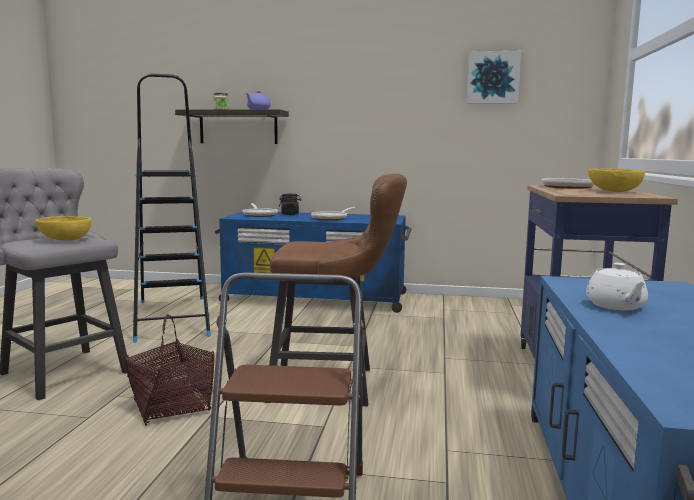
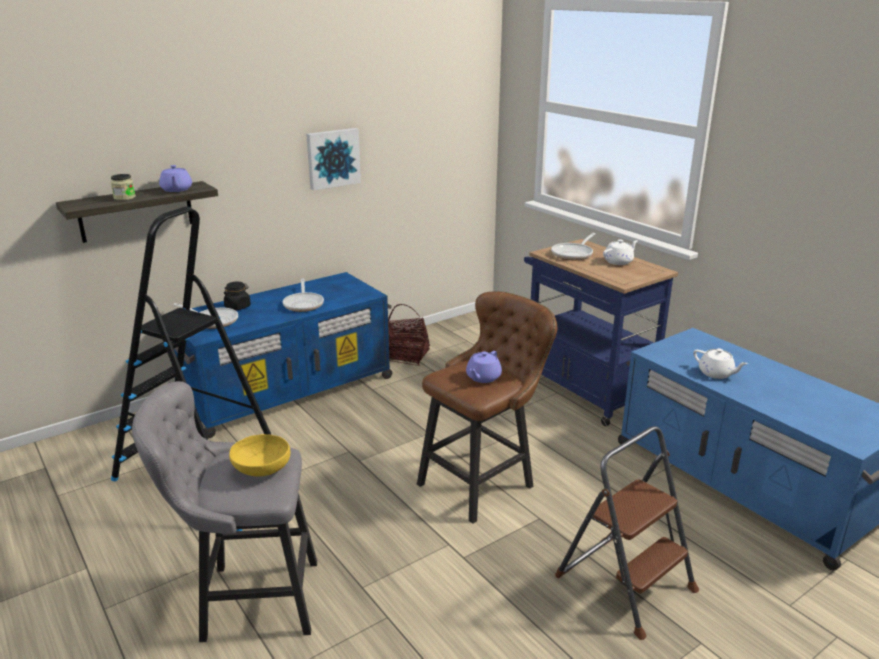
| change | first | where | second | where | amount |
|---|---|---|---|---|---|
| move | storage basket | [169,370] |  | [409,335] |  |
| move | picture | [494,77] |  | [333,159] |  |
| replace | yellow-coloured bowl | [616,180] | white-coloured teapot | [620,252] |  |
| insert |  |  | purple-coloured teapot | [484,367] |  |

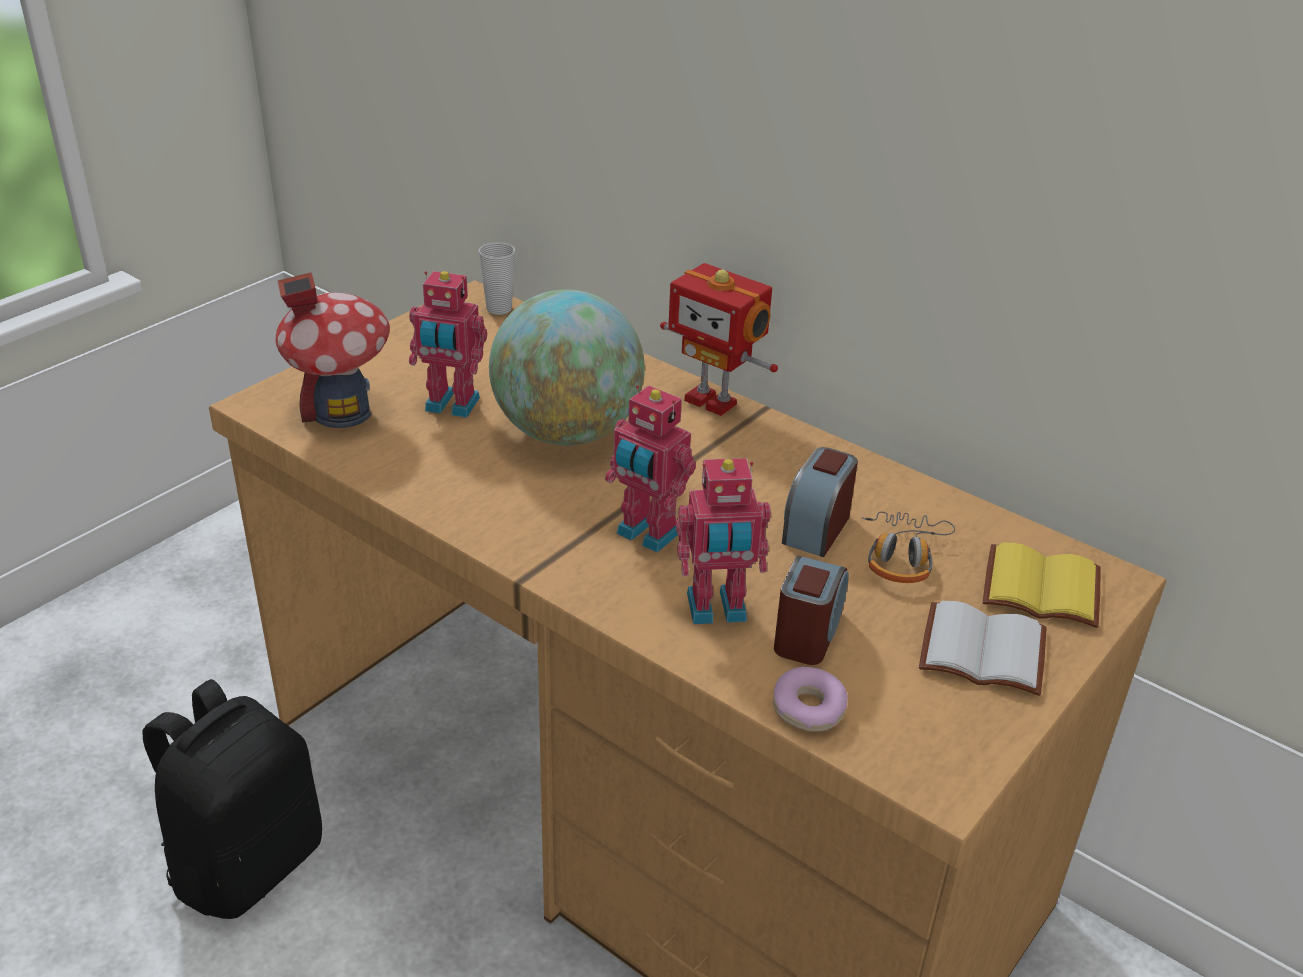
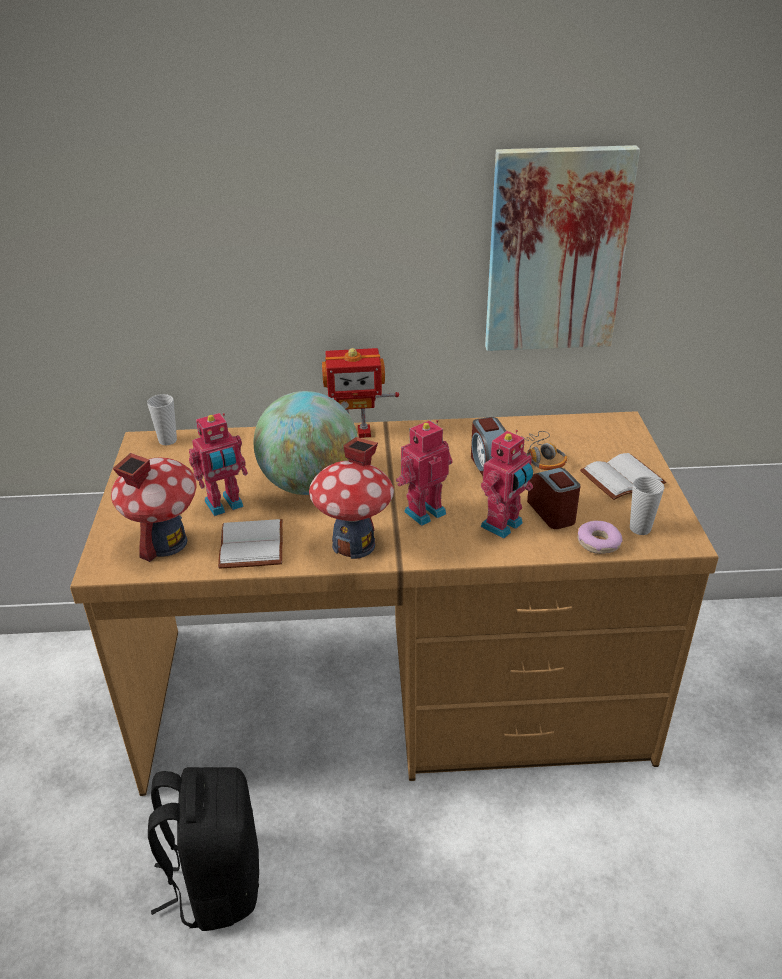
| change | first | where | second | where | amount |
|---|---|---|---|---|---|
| rotate | toy robot | [650,469] |  | [424,473] | 150 degrees clockwise |
| delete | yellow-coloured volume | [1042,585] |  |  |  |
| insert |  |  | white-coloured volume | [250,544] |  |
| insert |  |  | miniature house | [351,498] |  |
| insert |  |  | picture | [562,248] |  |
| insert |  |  | cup | [647,506] |  |

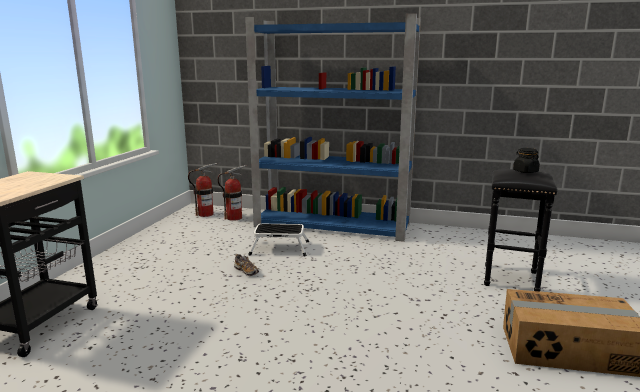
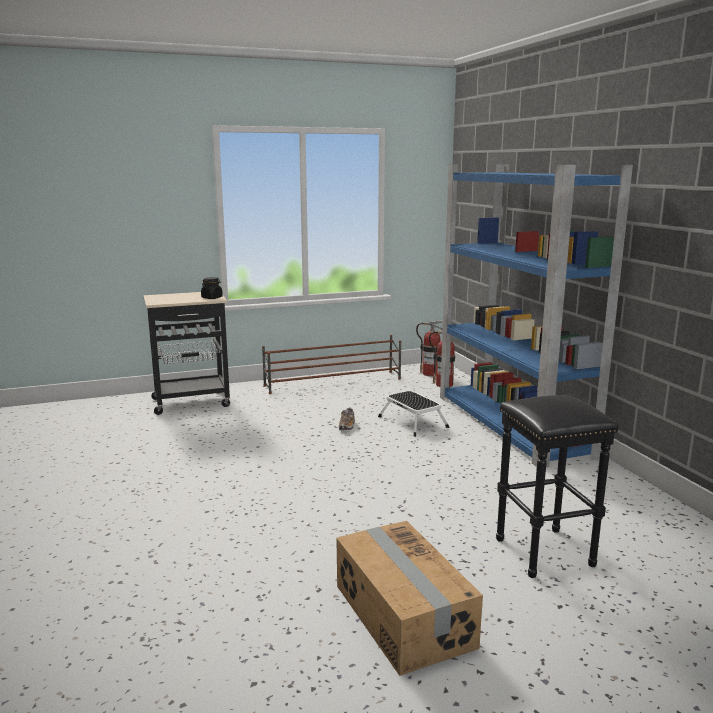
| change | first | where | second | where | amount |
|---|---|---|---|---|---|
| move | black-coloured preserve jar | [526,160] |  | [212,288] |  |
| insert |  |  | brown shoe shelf | [331,364] |  |

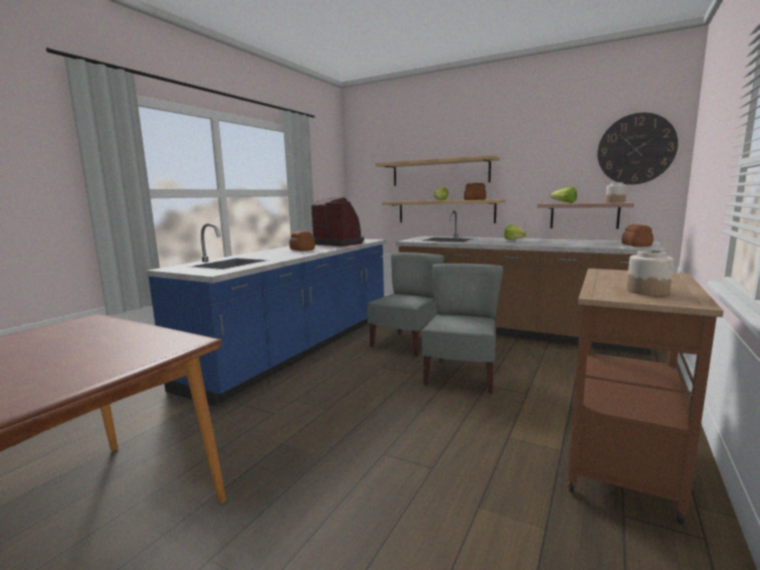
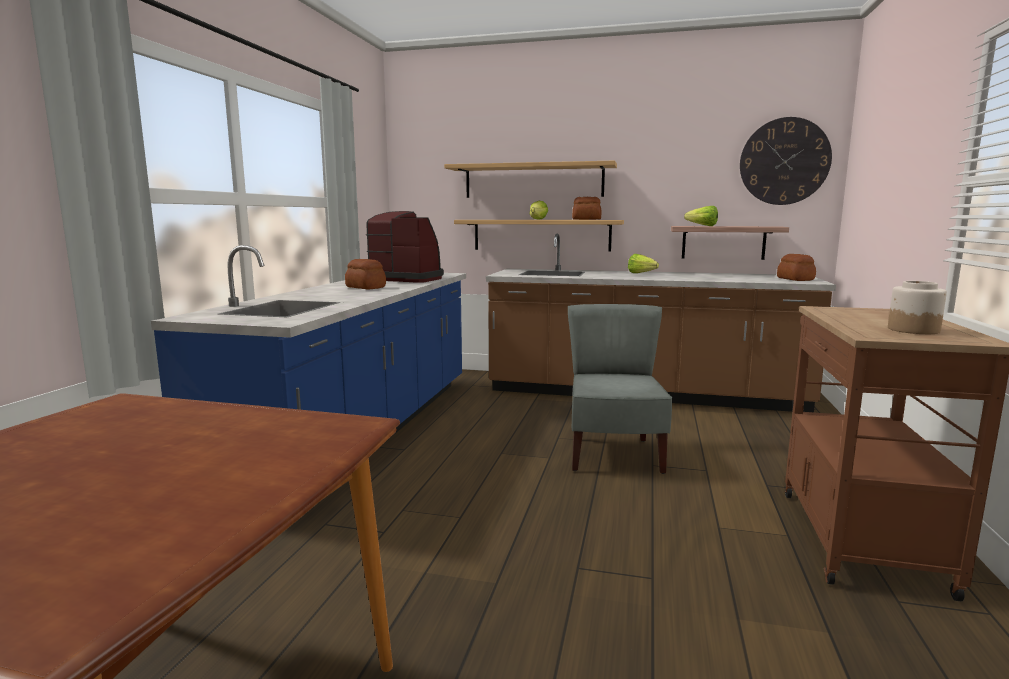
| change | first | where | second | where | amount |
|---|---|---|---|---|---|
| delete | gray plain chair | [405,304] |  |  |  |
| delete | preserve jar | [616,193] |  |  |  |

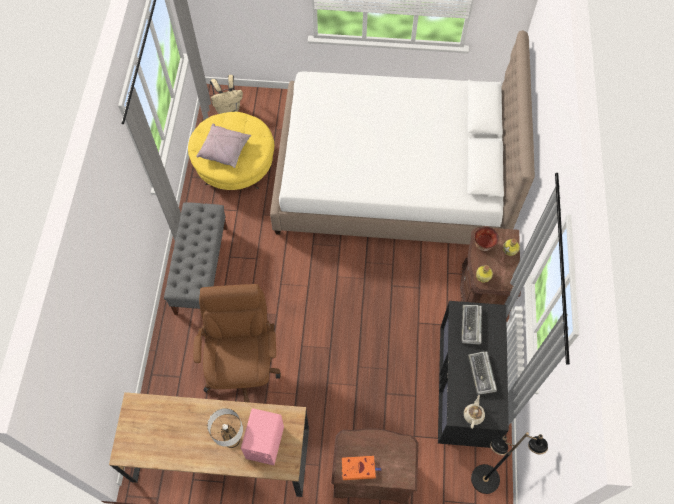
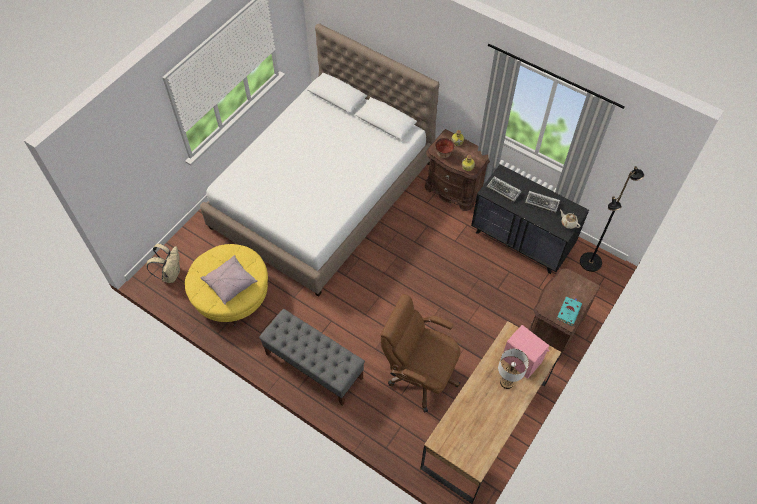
| change | first | where | second | where | amount |
|---|---|---|---|---|---|
| recolor | orangey volume | [362,468] | turquoise-coloured volume | [569,311] |  |

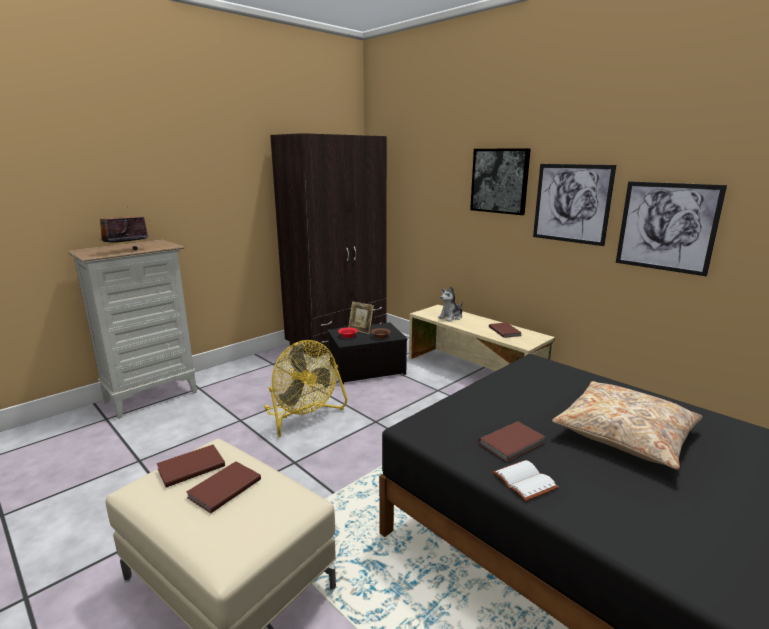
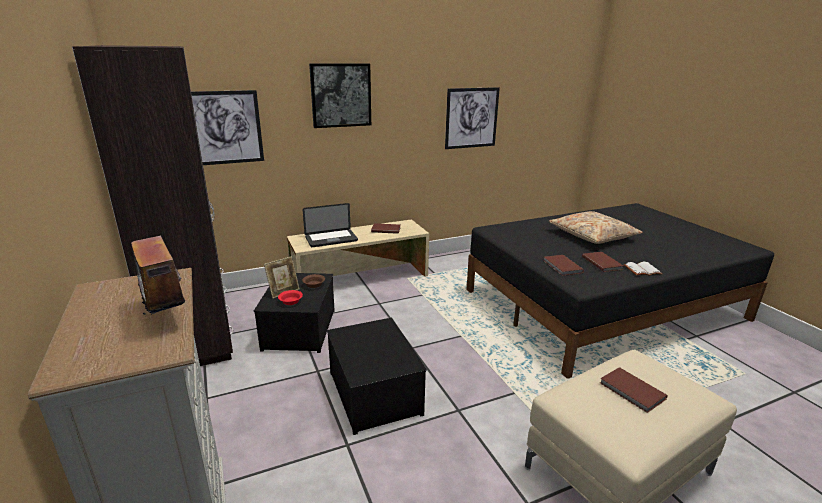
| change | first | where | second | where | amount |
|---|---|---|---|---|---|
| move | brown volume | [191,466] |  | [563,265] |  |
| replace | yellow-coloured electric fan | [305,388] | storage box | [377,376] |  |
| replace | soft toy | [450,304] | notebook computer | [330,225] |  |
| move | picture | [574,205] |  | [227,127] |  |

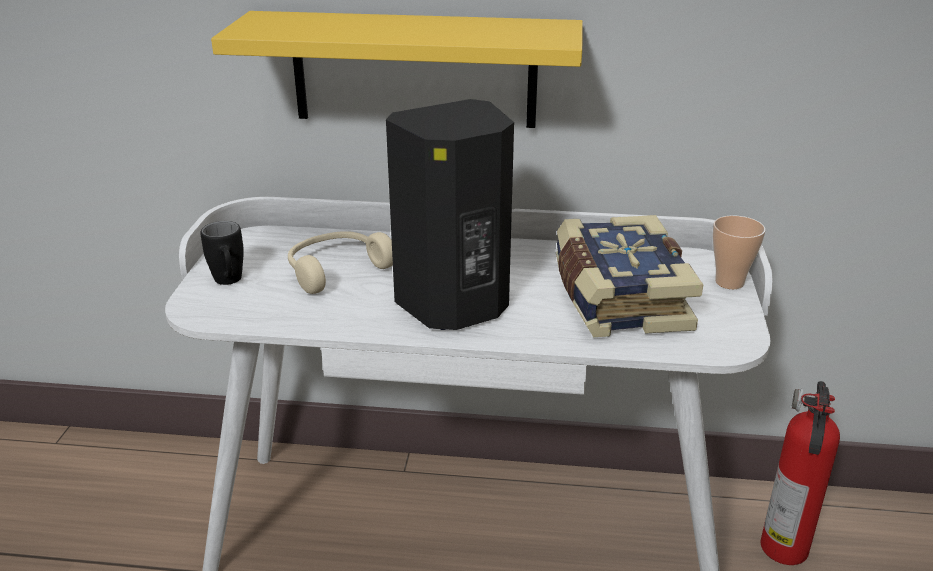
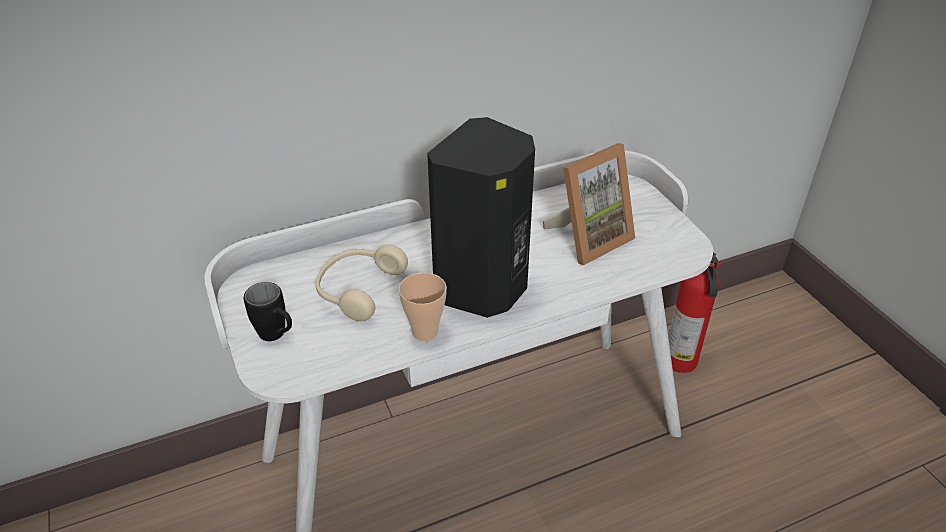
| change | first | where | second | where | amount |
|---|---|---|---|---|---|
| delete | yellow-coloured shelf | [397,69] |  |  |  |
| replace | volume | [629,276] | standing frame | [589,204] |  |
| move | cup | [739,252] |  | [422,307] |  |

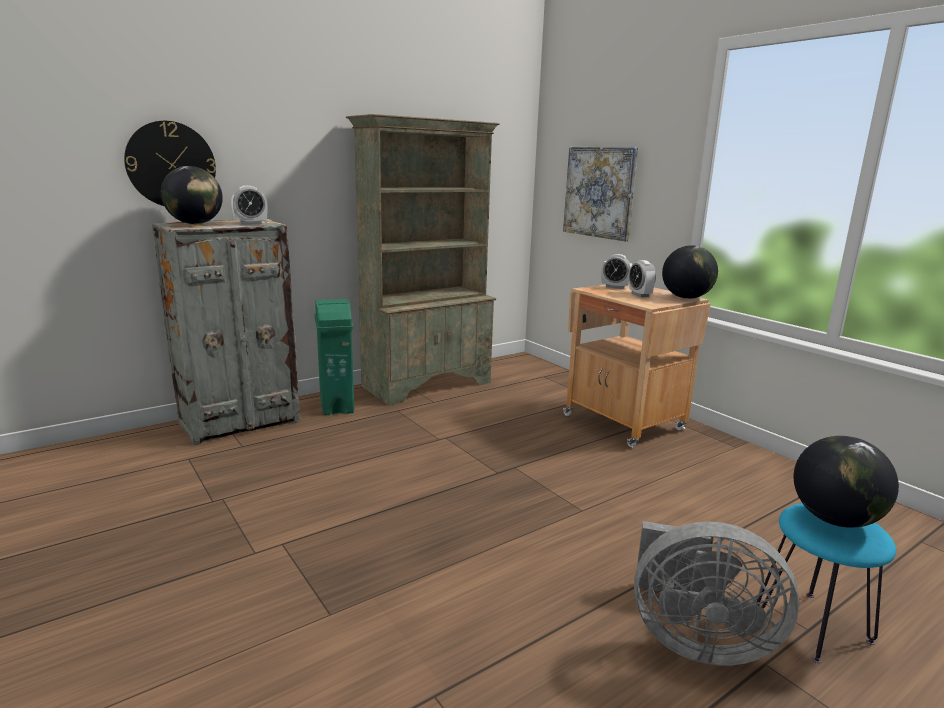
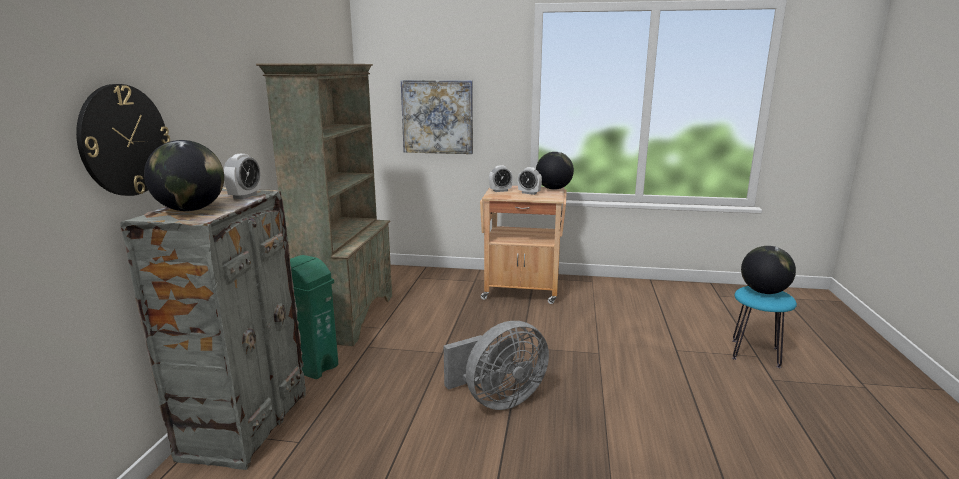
| change | first | where | second | where | amount |
|---|---|---|---|---|---|
| move | gray electric fan | [716,593] |  | [496,365] |  |

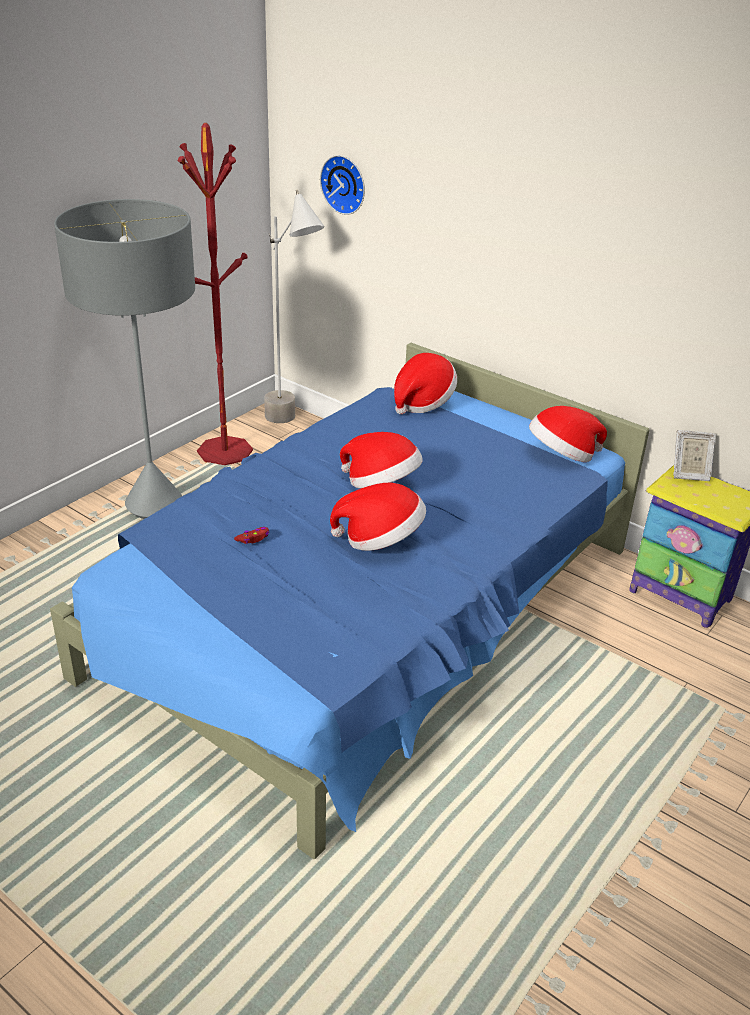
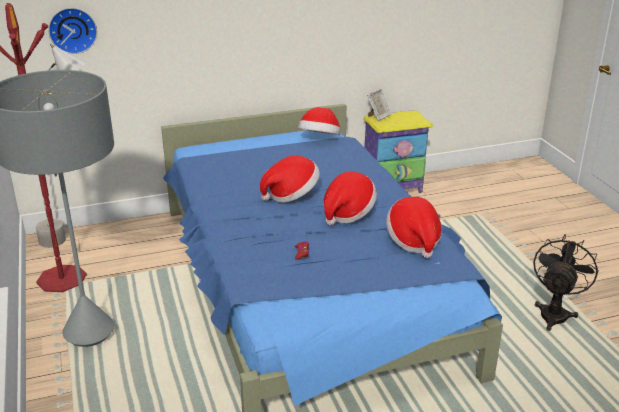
| change | first | where | second | where | amount |
|---|---|---|---|---|---|
| move | hat | [425,384] |  | [414,227] |  |
| insert |  |  | black-coloured electric fan | [566,283] |  |

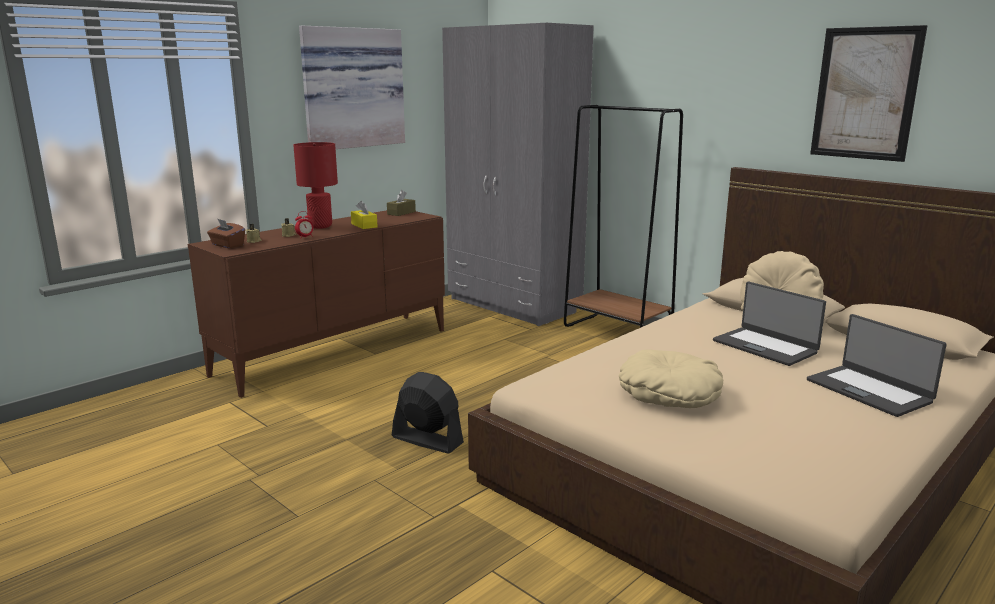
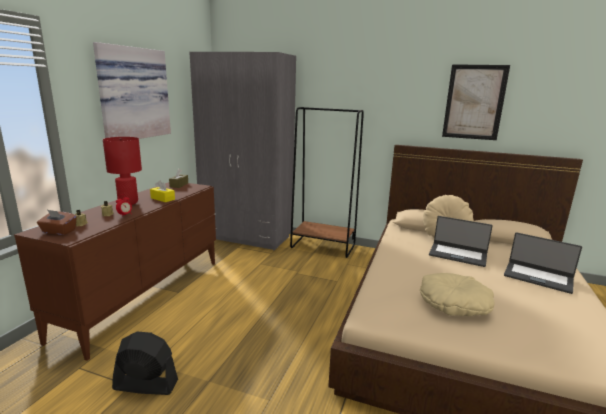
| change | first | where | second | where | amount |
|---|---|---|---|---|---|
| move | black-coloured electric fan | [428,413] |  | [145,363] |  |

